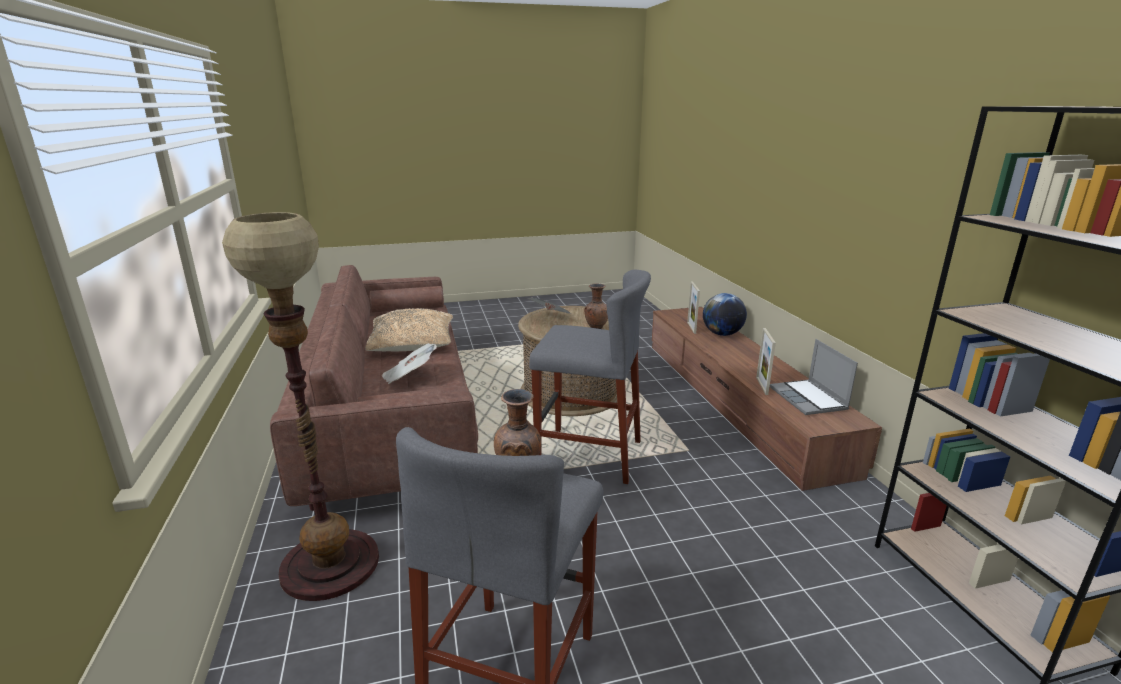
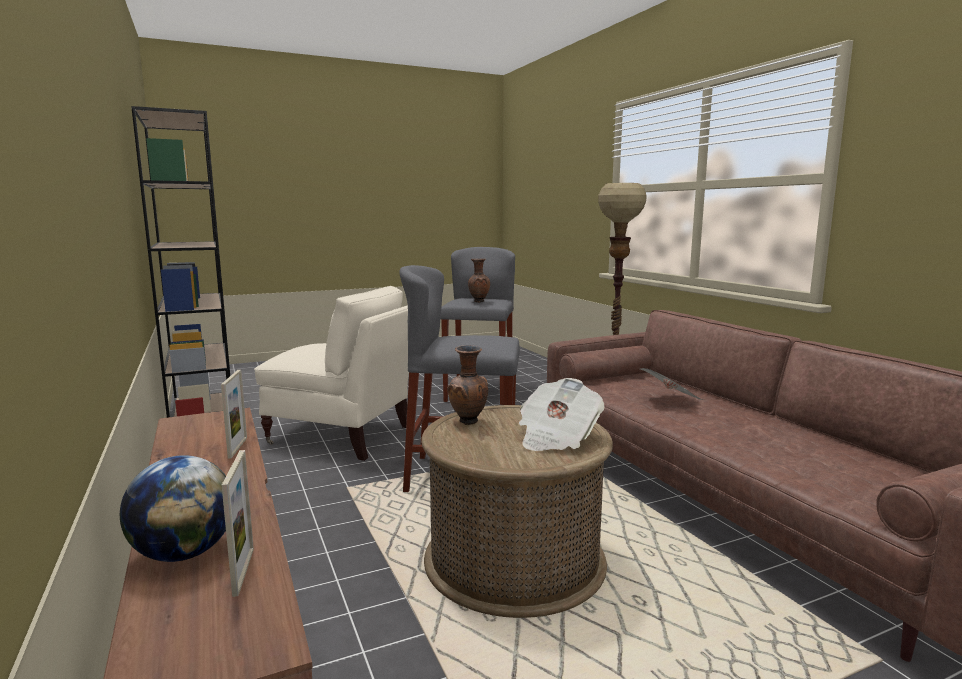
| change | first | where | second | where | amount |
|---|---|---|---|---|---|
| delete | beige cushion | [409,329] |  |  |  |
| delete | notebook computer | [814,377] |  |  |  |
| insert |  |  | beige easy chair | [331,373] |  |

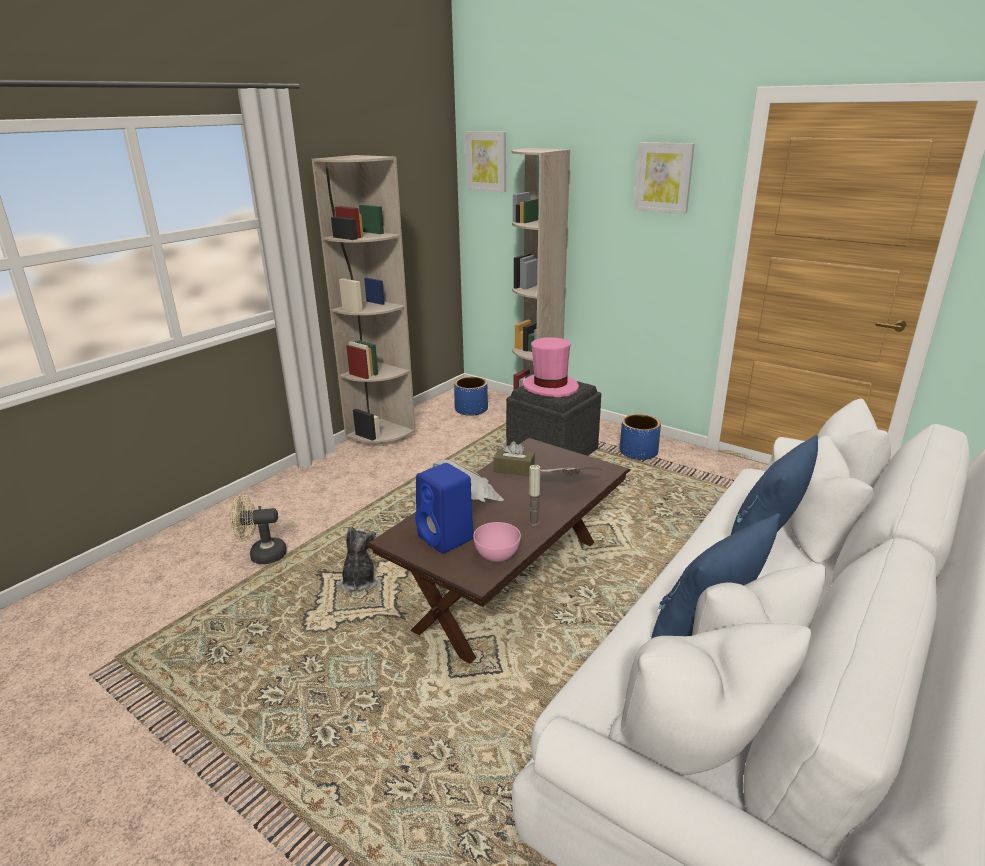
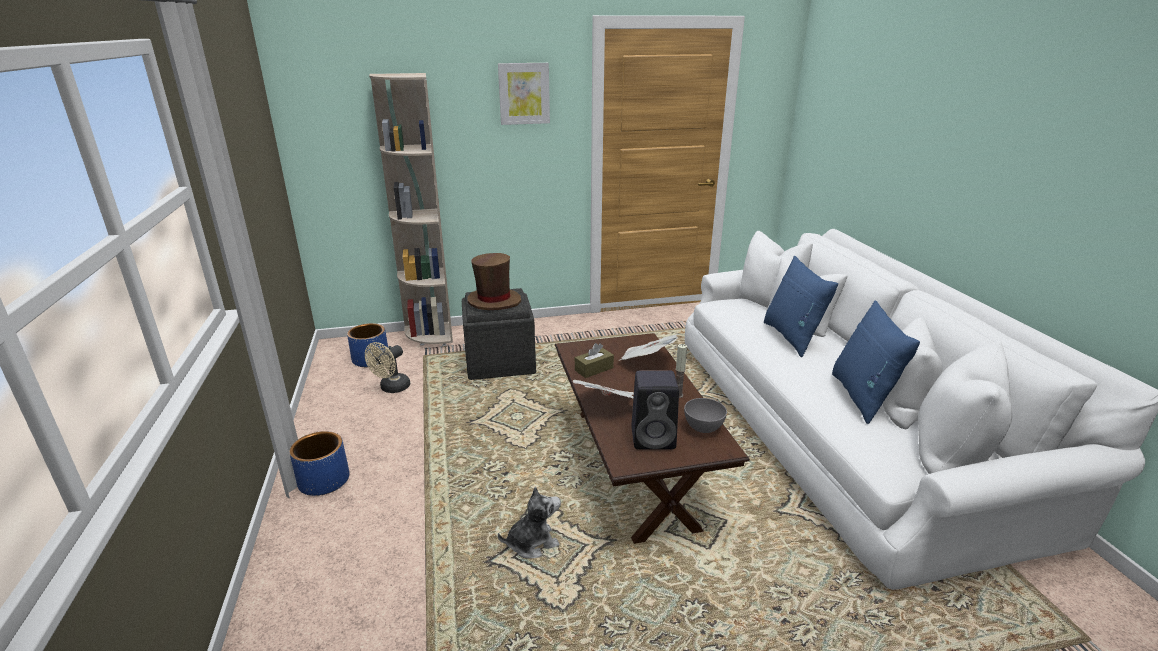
| change | first | where | second | where | amount |
|---|---|---|---|---|---|
| move | beige electric fan | [258,529] |  | [387,367] |  |
| delete | beige shelving unit | [364,300] |  |  |  |
| rotate | soft toy | [359,558] |  | [529,522] | 120 degrees clockwise |
| recolor | blue-coloured audio speaker | [444,508] | black-coloured audio speaker | [655,409] |  |
| delete | picture | [485,161] |  |  |  |
| recolor | pink bowl | [497,542] | gray bowl | [705,415] |  |
| recolor | pink hat | [551,367] | brown hat | [494,281] |  |
| move | blue-coloured plant pot | [640,437] |  | [319,463] |  |

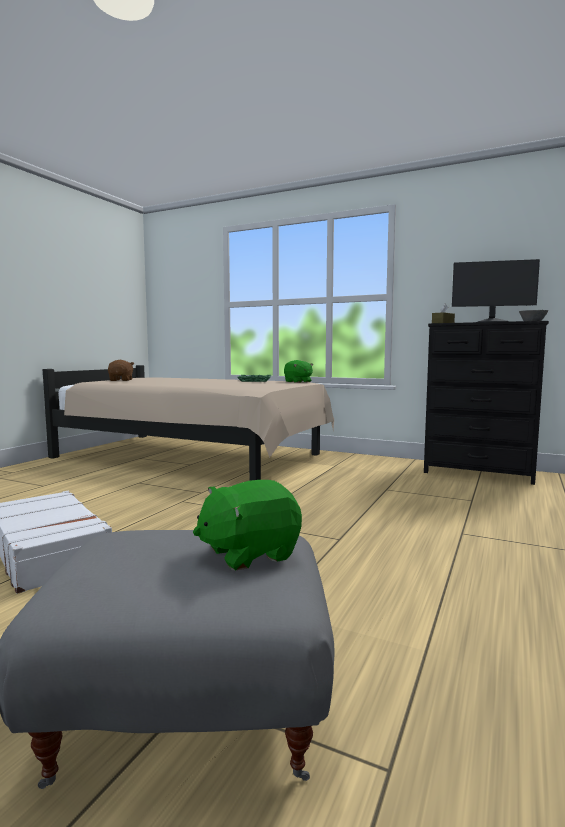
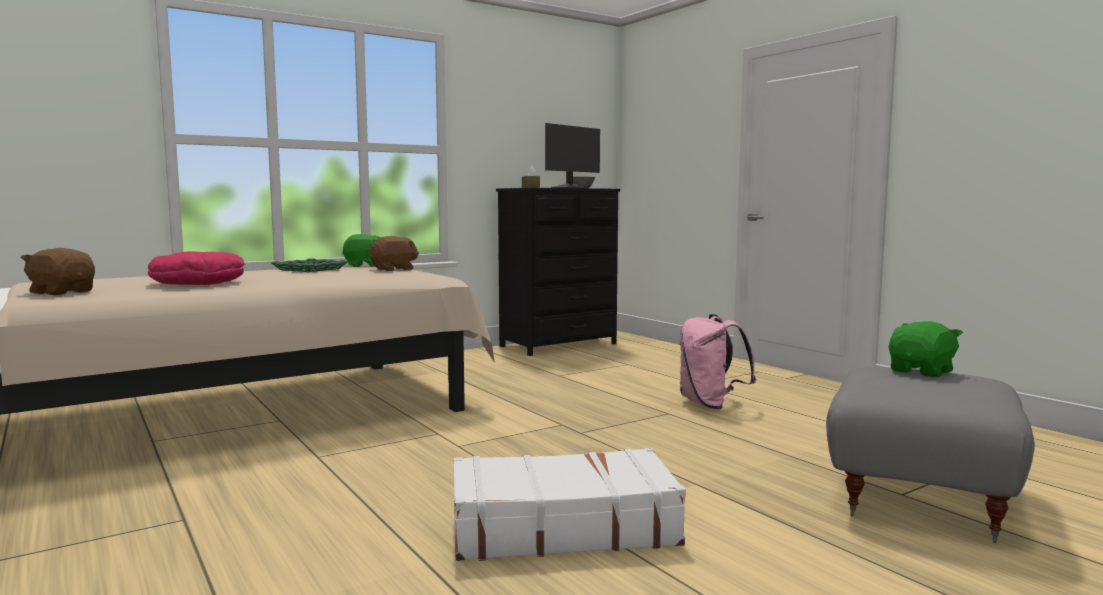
| change | first | where | second | where | amount |
|---|---|---|---|---|---|
| rotate | green soft toy | [247,525] |  | [926,349] | 135 degrees counterclockwise |
| insert |  |  | pink cushion | [196,268] |  |
| insert |  |  | brown soft toy | [394,253] |  |
| insert |  |  | pink rucksack | [717,361] |  |

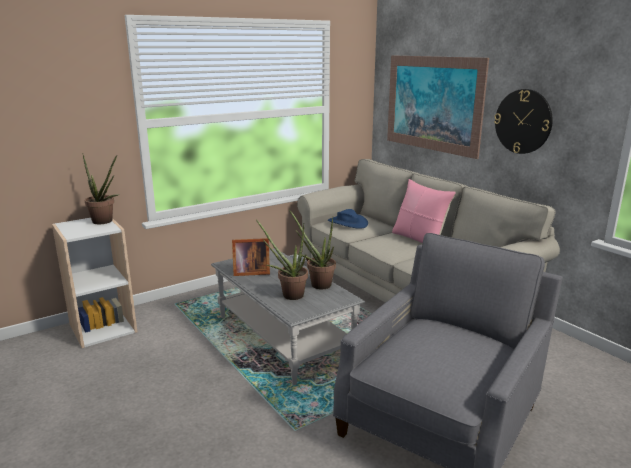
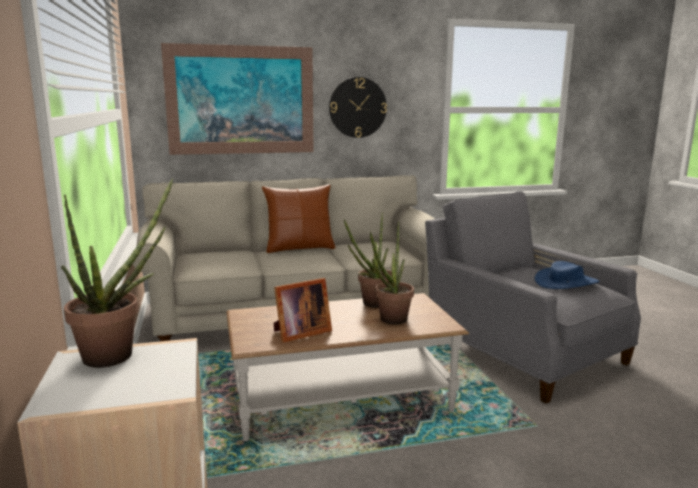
| change | first | where | second | where | amount |
|---|---|---|---|---|---|
| recolor | gray coffee table | [288,316] | brown coffee table | [347,367] |  |
| rotate | standing frame | [251,257] |  | [303,310] | 45 degrees clockwise |
| move | blue-coloured hat | [348,219] |  | [567,275] |  |
| recolor | pink cushion | [424,211] | brown cushion | [298,218] |  |

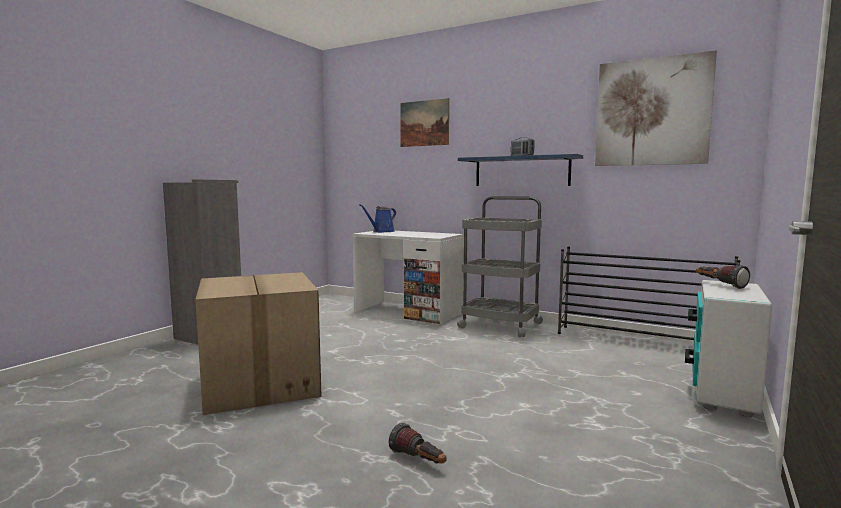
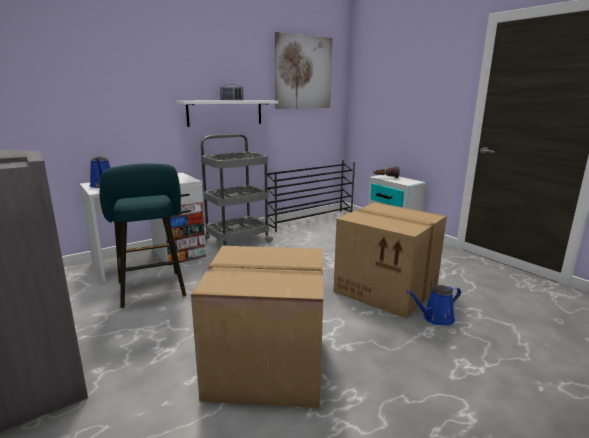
| change | first | where | second | where | amount |
|---|---|---|---|---|---|
| replace | flashlight | [418,443] | blue-coloured sprinkling can | [433,305] |  |
| delete | picture | [424,122] |  |  |  |
| recolor | blue-coloured shelf | [520,170] | white-coloured shelf | [227,113] |  |
| insert |  |  | turquoise-coloured sitting stool | [142,235] |  |
| insert |  |  | packing box | [390,260] |  |

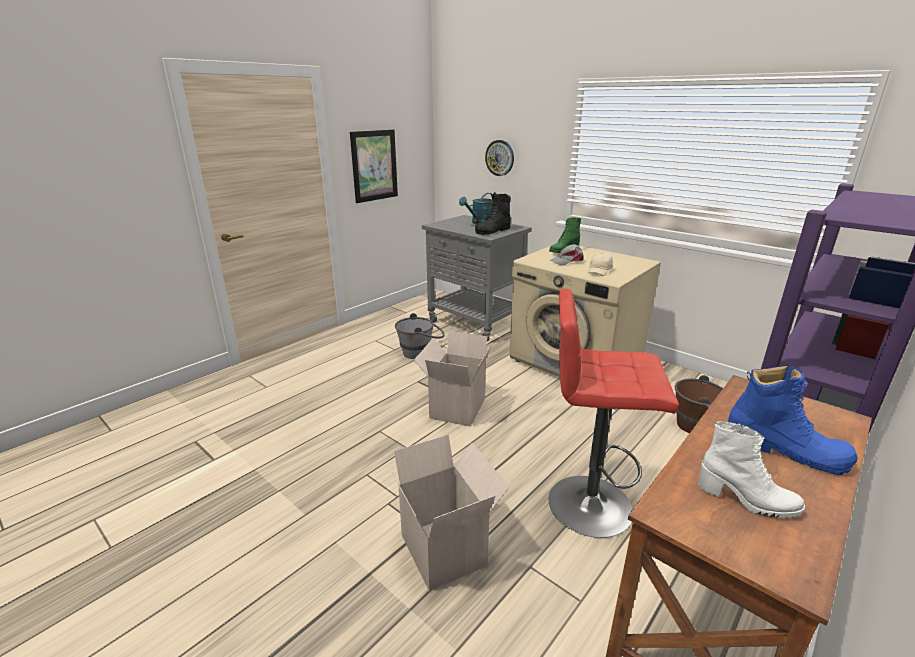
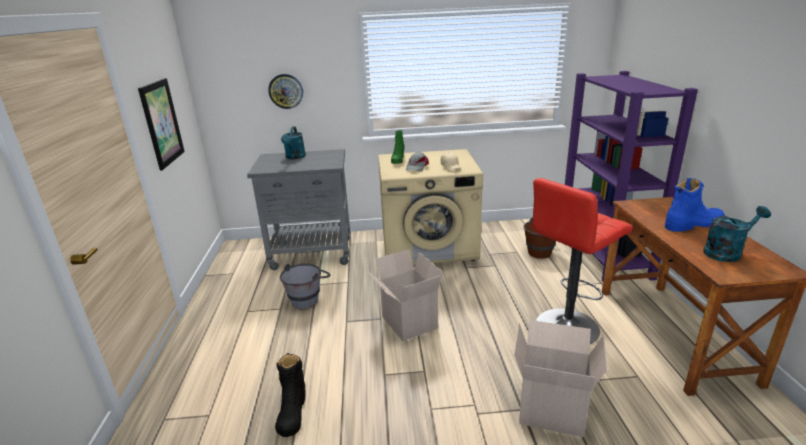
| change | first | where | second | where | amount |
|---|---|---|---|---|---|
| move | black-coloured boot | [493,213] |  | [290,395] |  |
| replace | white-coloured boot | [751,470] | turquoise-coloured sprinkling can | [737,234] |  |

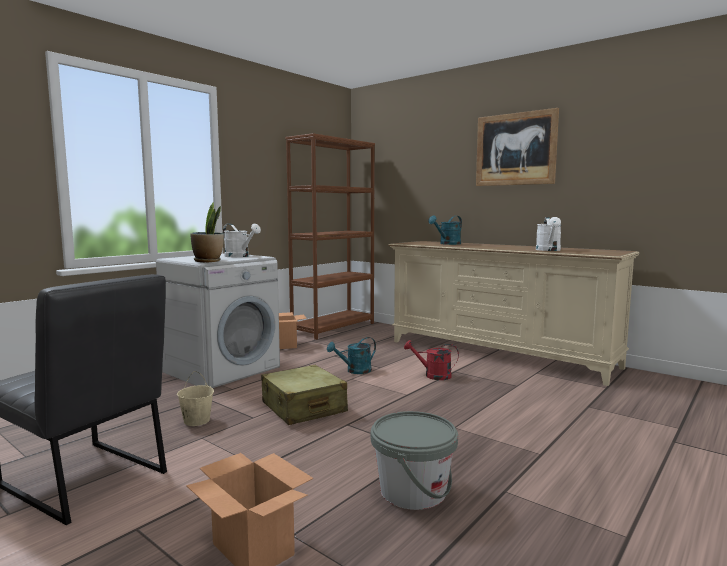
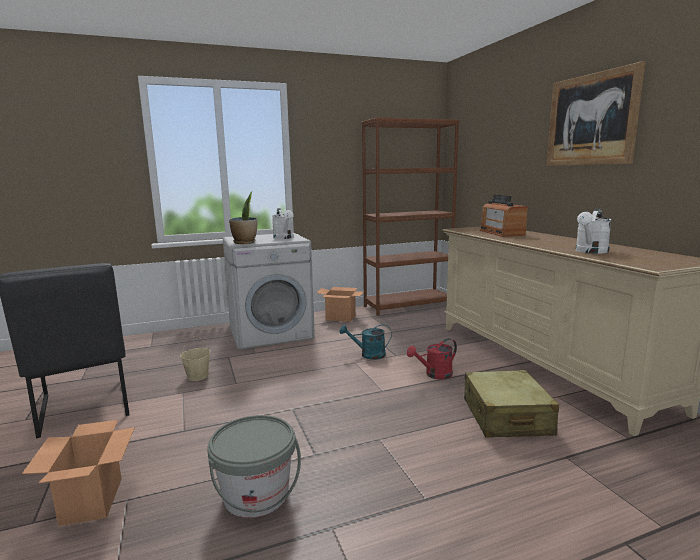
| change | first | where | second | where | amount |
|---|---|---|---|---|---|
| move | beige travel case | [304,395] |  | [511,403] |  |
| rotate | red-coloured sprinkling can | [431,360] |  | [432,358] | 75 degrees counterclockwise |
| replace | turquoise-coloured sprinkling can | [445,230] | radio | [504,216] |  |

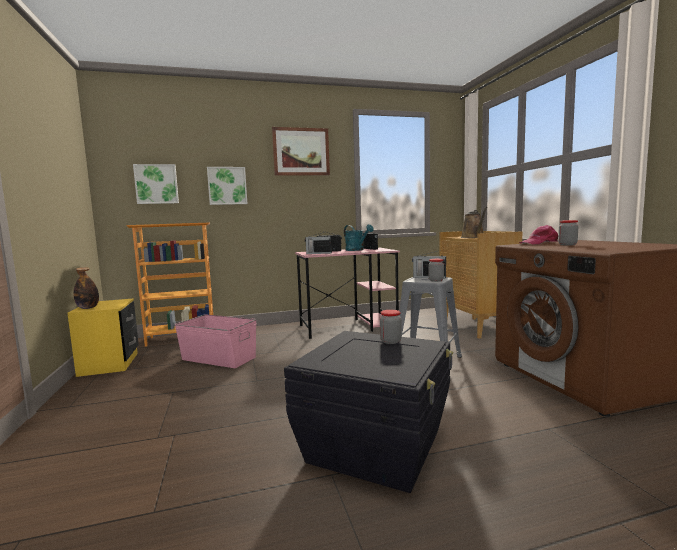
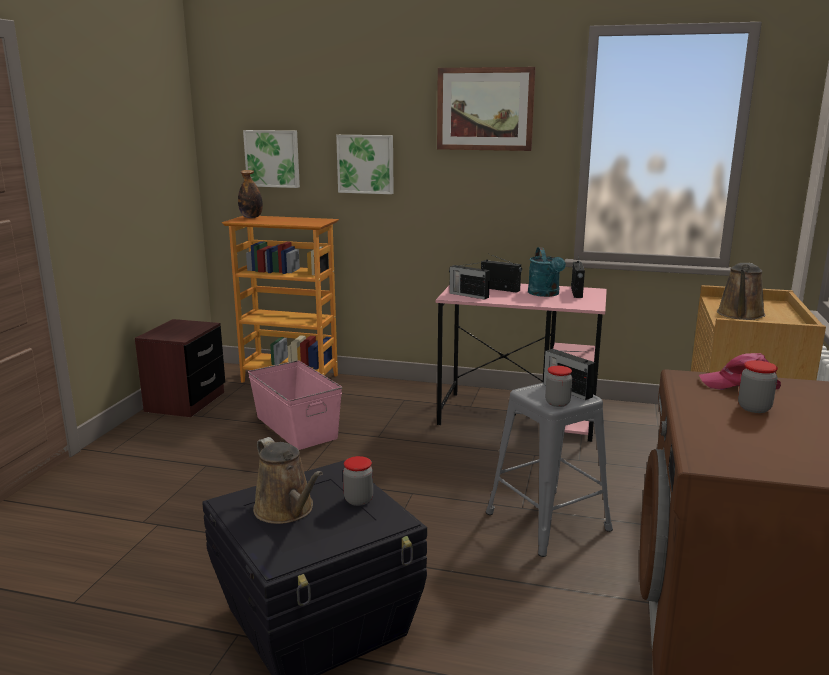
| change | first | where | second | where | amount |
|---|---|---|---|---|---|
| recolor | yellow-coloured bedside table | [103,337] | brown bedside table | [180,368] |  |
| move | beverage bottle | [86,288] |  | [250,194] |  |
| insert |  |  | brown sprinkling can | [288,480] |  |

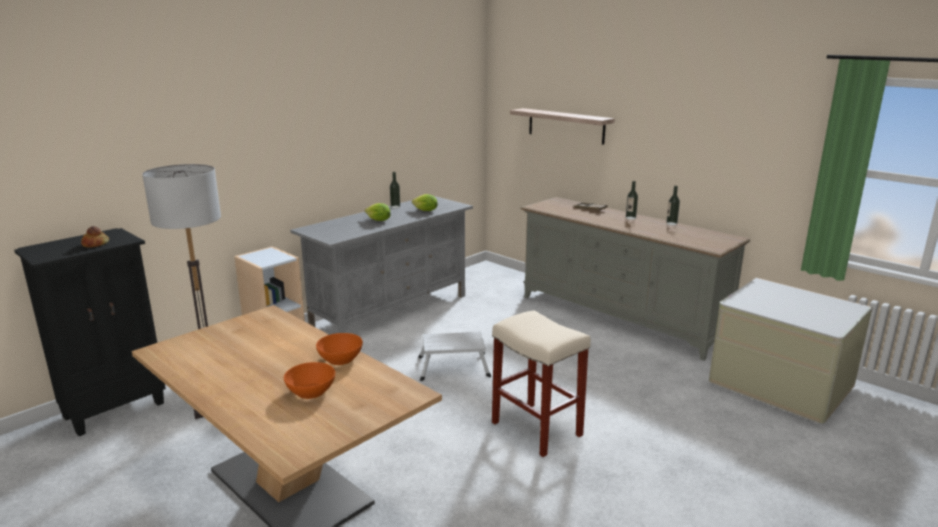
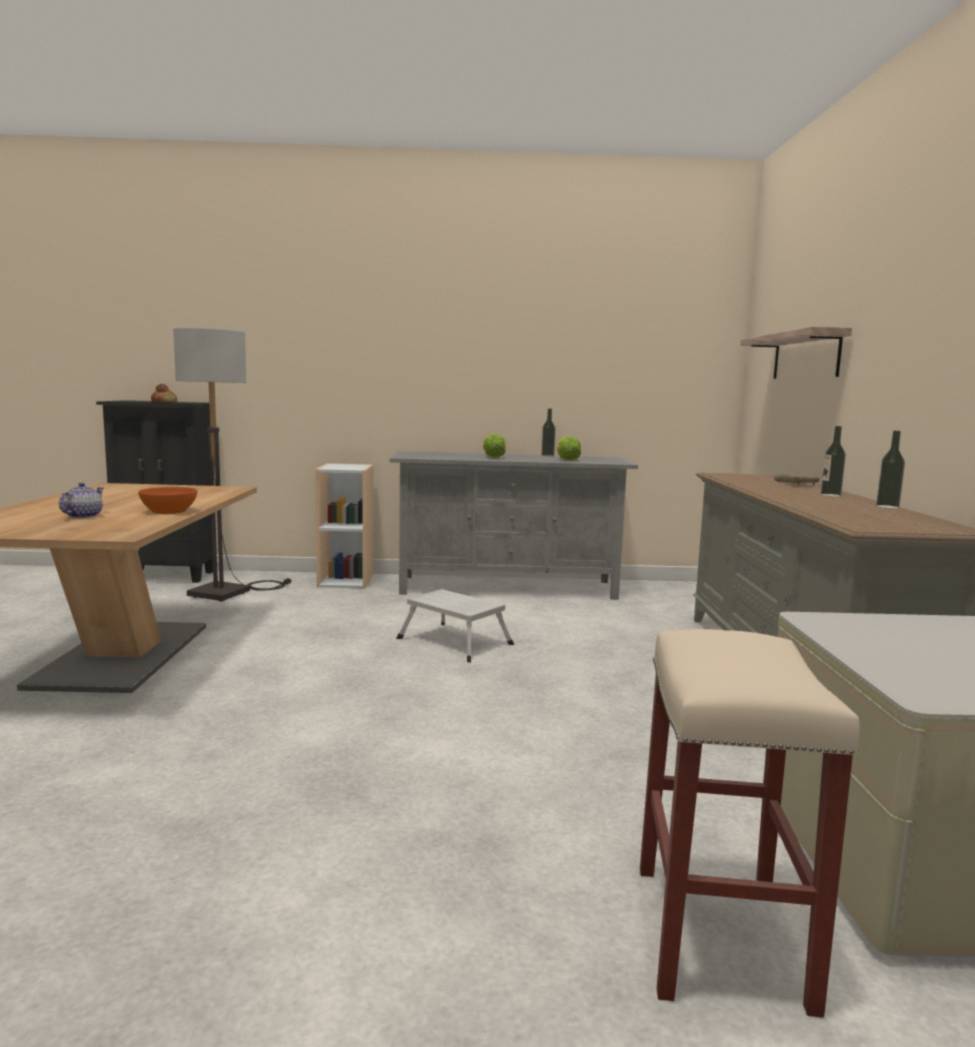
| change | first | where | second | where | amount |
|---|---|---|---|---|---|
| replace | orangey bowl | [309,380] | teapot | [81,500] |  |
| move | beige sitting stool | [541,383] |  | [750,823] |  |

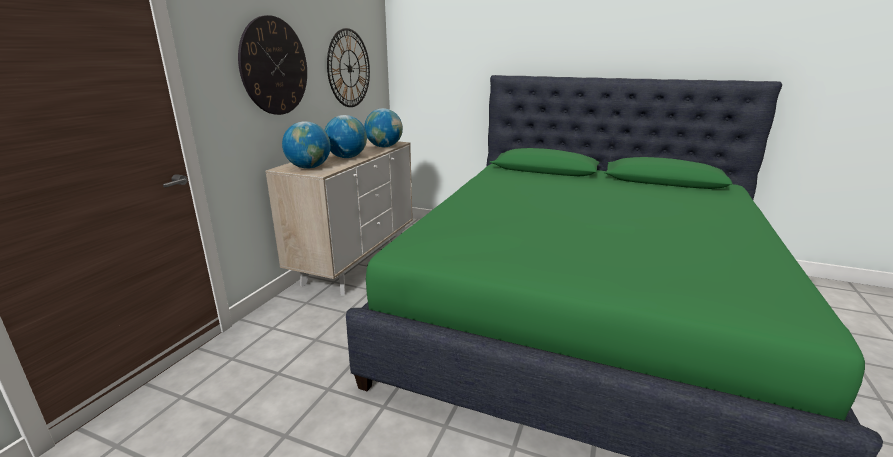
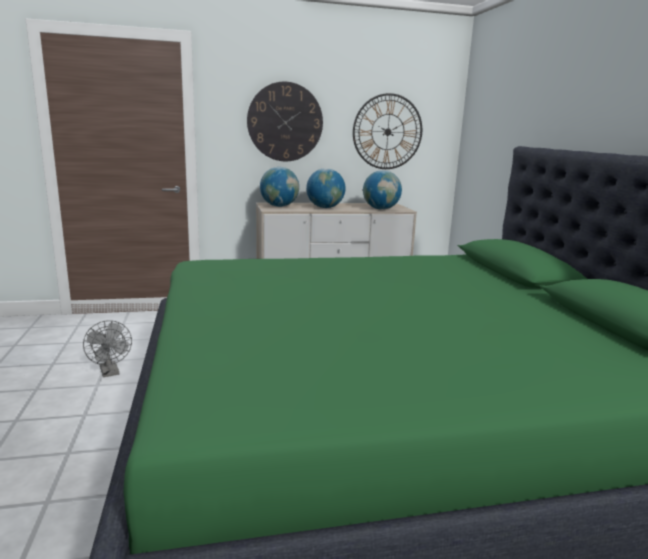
| change | first | where | second | where | amount |
|---|---|---|---|---|---|
| insert |  |  | gray electric fan | [107,348] |  |

